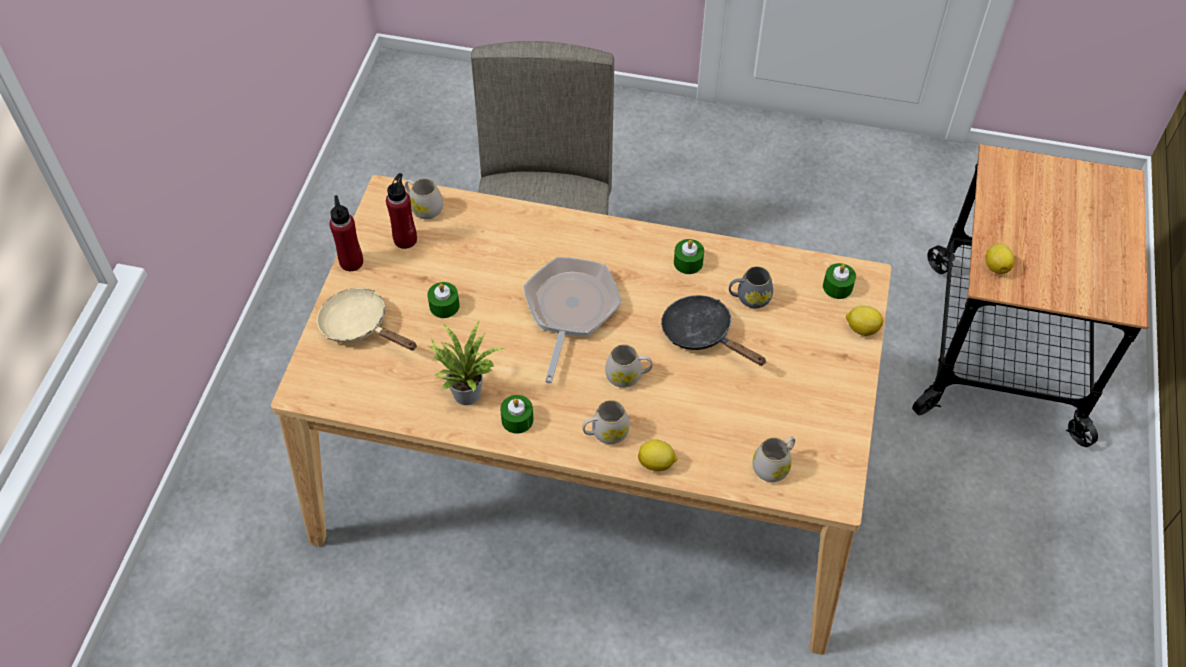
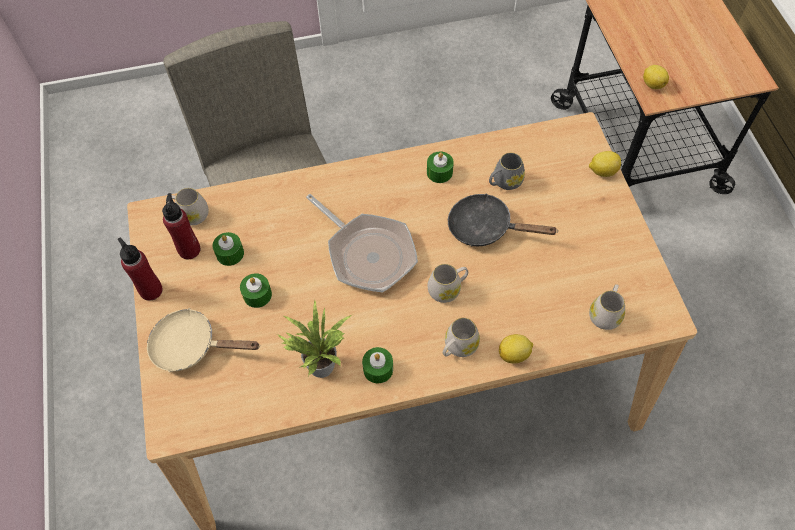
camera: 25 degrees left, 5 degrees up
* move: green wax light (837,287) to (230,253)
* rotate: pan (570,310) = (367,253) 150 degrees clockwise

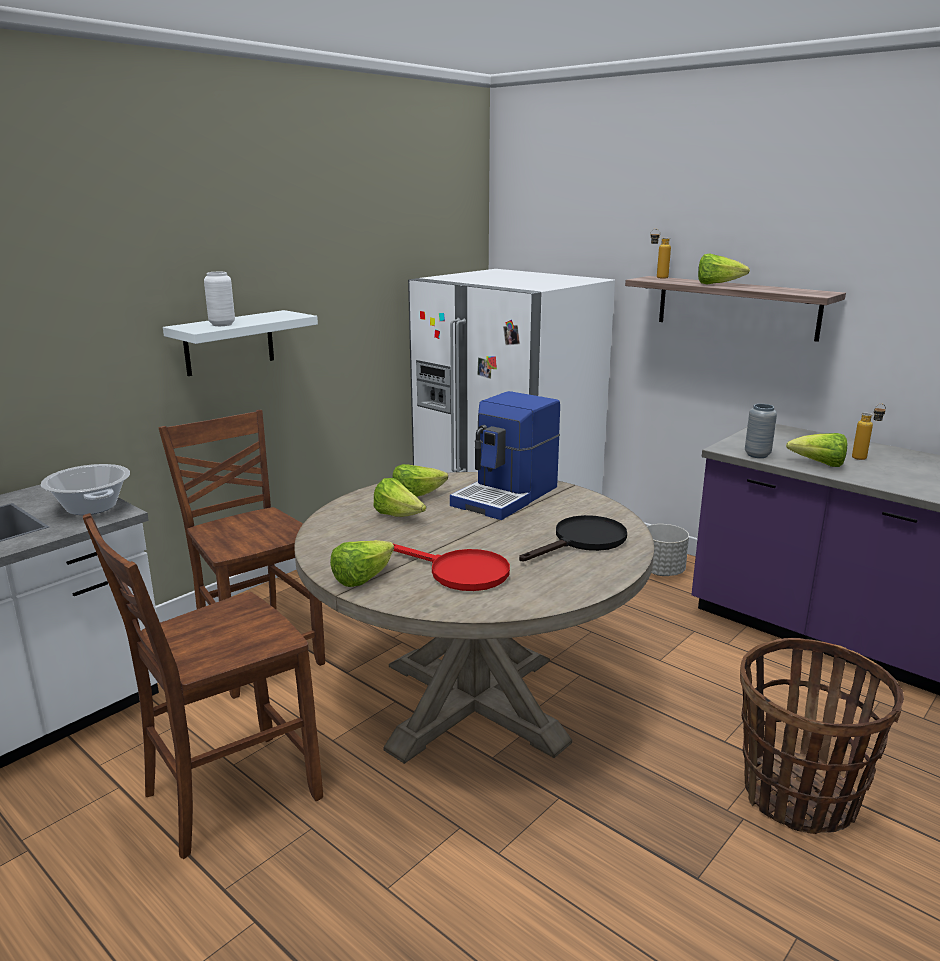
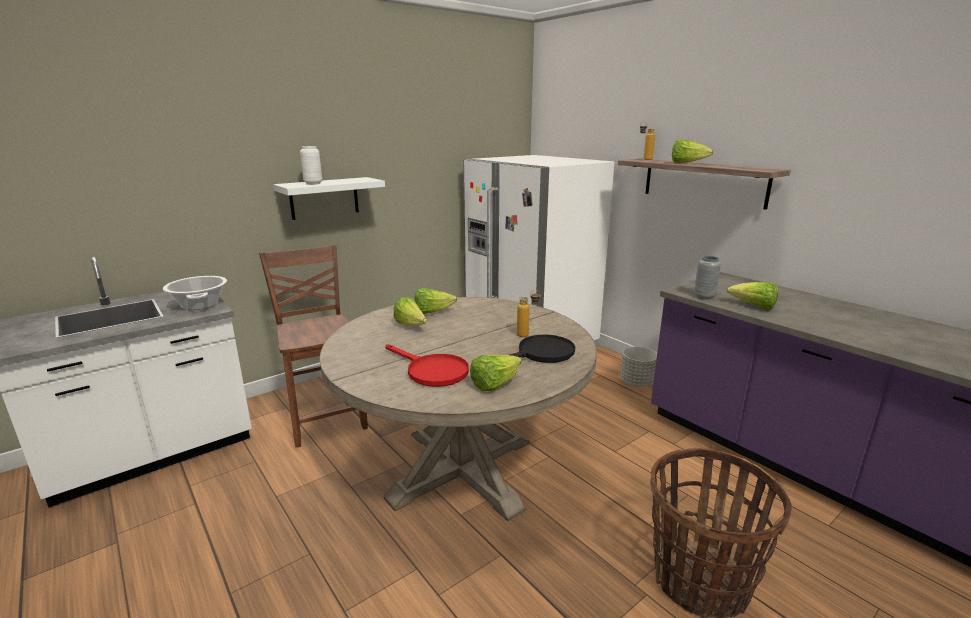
camera: 10 degrees right, 0 degrees up
* delete: brown-coloured chair (227,795)
* delete: coffee brewer (507,496)
* move: lettuce (362,578) to (494,385)
* move: beverage bottle (864,457) to (527,335)

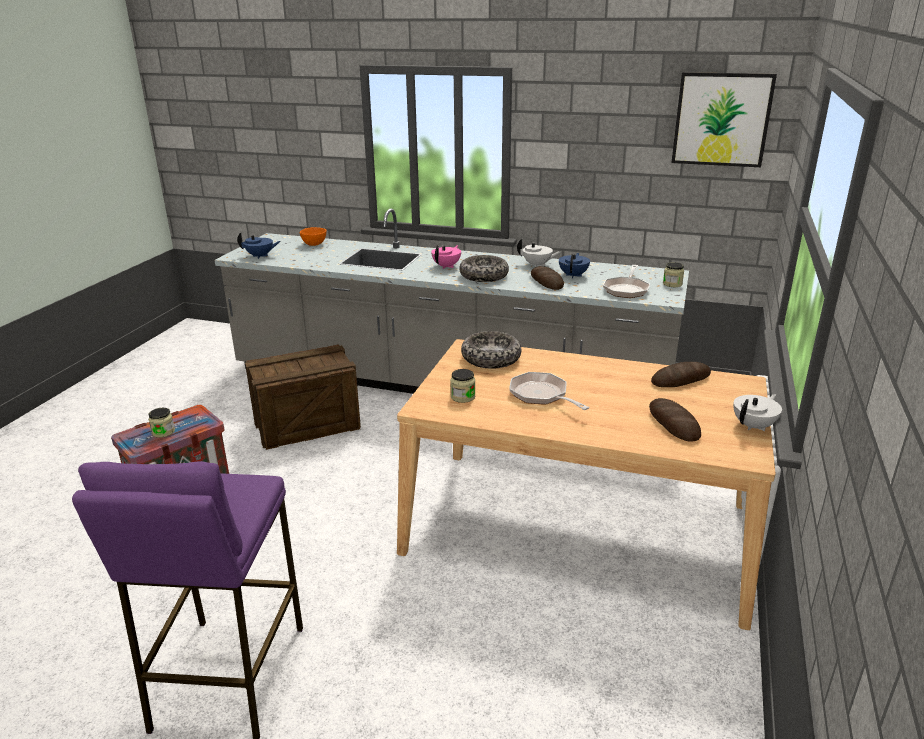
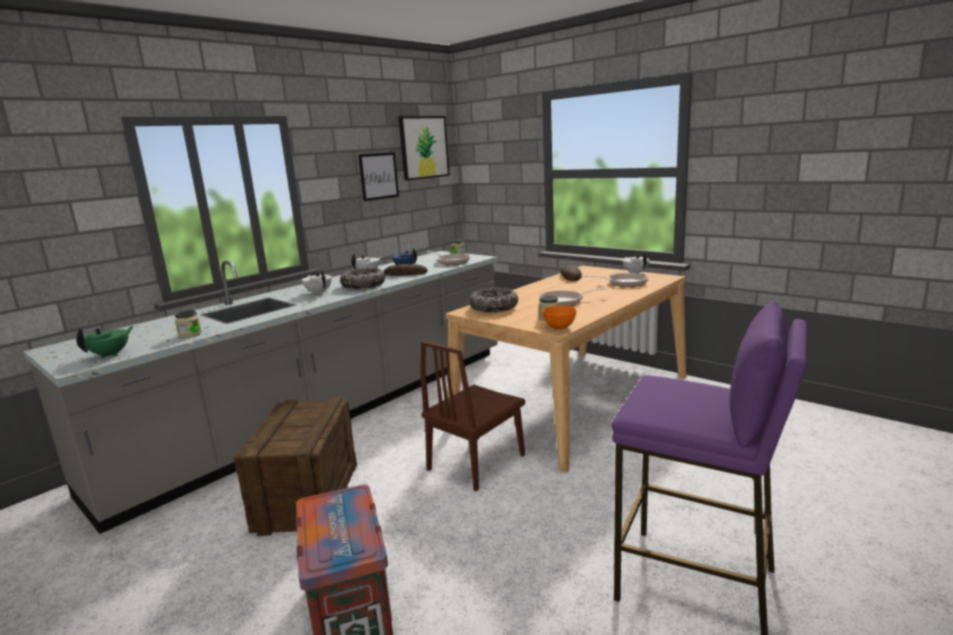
camera: 65 degrees left, 10 degrees down
* insert: wall art (379,176)
* insert: brown-coloured chair (476,462)
* move: preserve jar (163,432) to (190,334)
* move: orangey deep dish (314,244) to (559,327)
* replace: bread (673,423) to pan (623,283)
* recolor: bluish teapot (260,256) to green teapot (111,354)
* recolor: pink-coloured teapot (447,266) to white-coloured teapot (319,292)

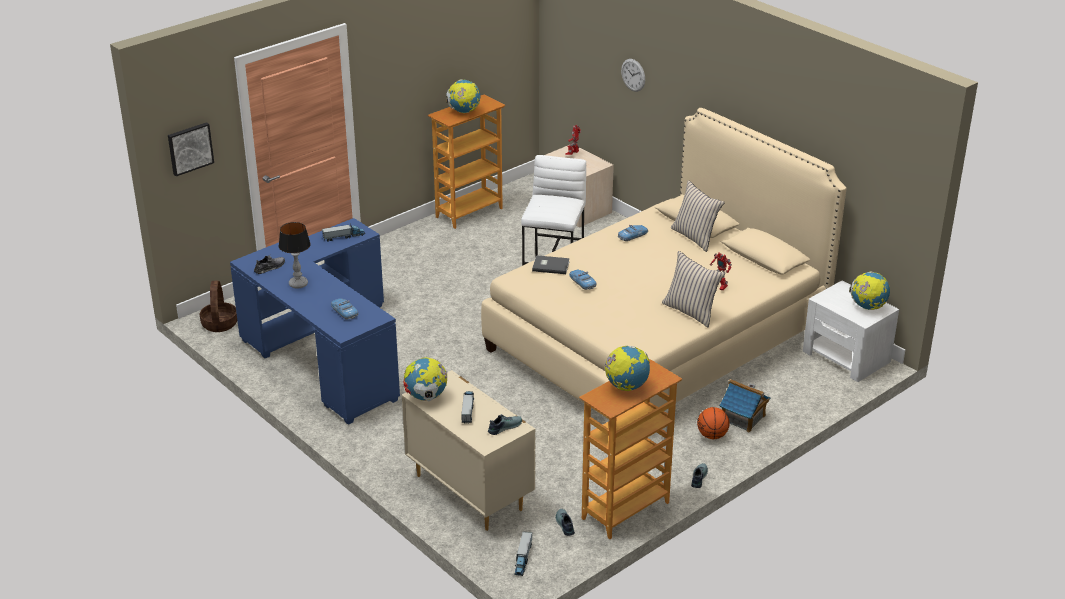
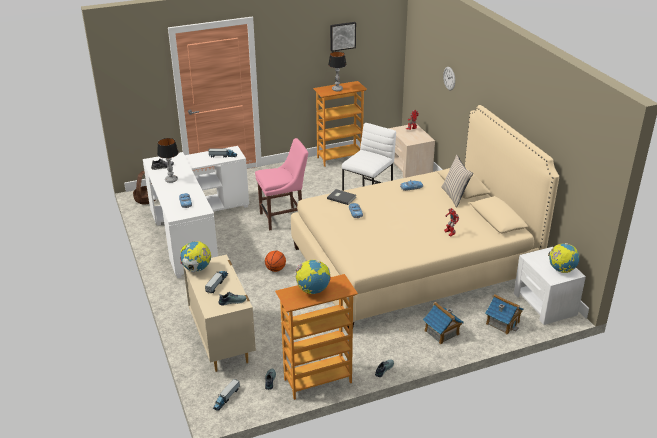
camera: 20 degrees right, 0 degrees up
* delete: beige-coloured throw pillow (691,311)
* insert: pink-coloured chair (284,218)
* insert: miniature house (502,322)
* move: wall art (190,148) to (342,36)
* move: ball for basketball (712,436) to (275,269)
* replace: globe (464,111) to table lamp (337,89)
* recolor: bluish desk unit (323,353) to white-coloured desk unit (193,229)

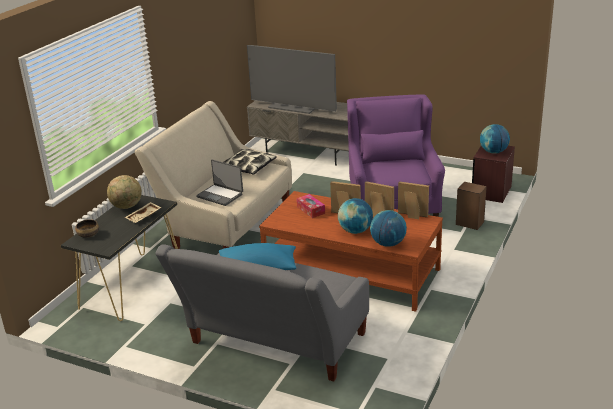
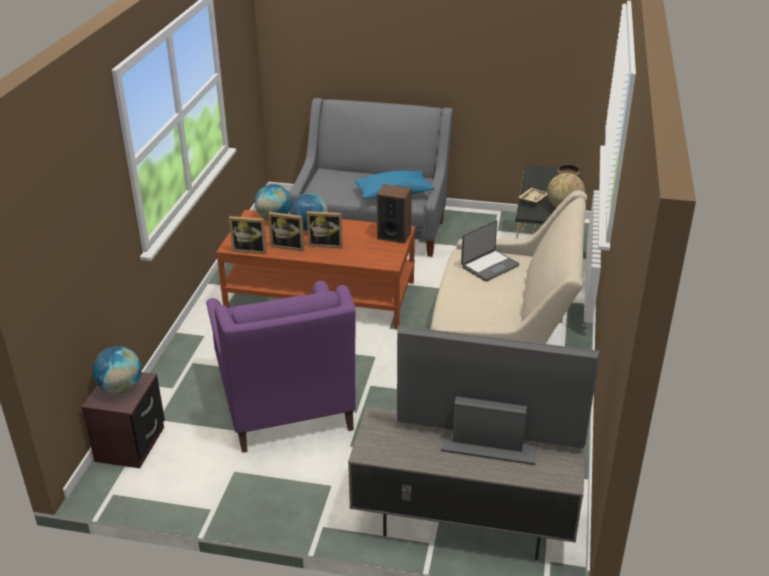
camera: 165 degrees right, 5 degrees up
* delete: throw pillow (248,167)
* delete: tissue box (311,210)
* move: speaker (469,223) to (394,235)
* rotate: notebook computer (220,195) = (489,266) 120 degrees clockwise

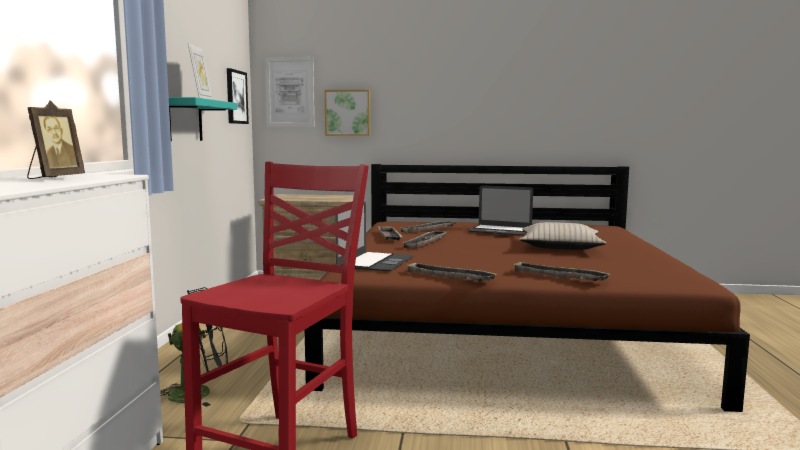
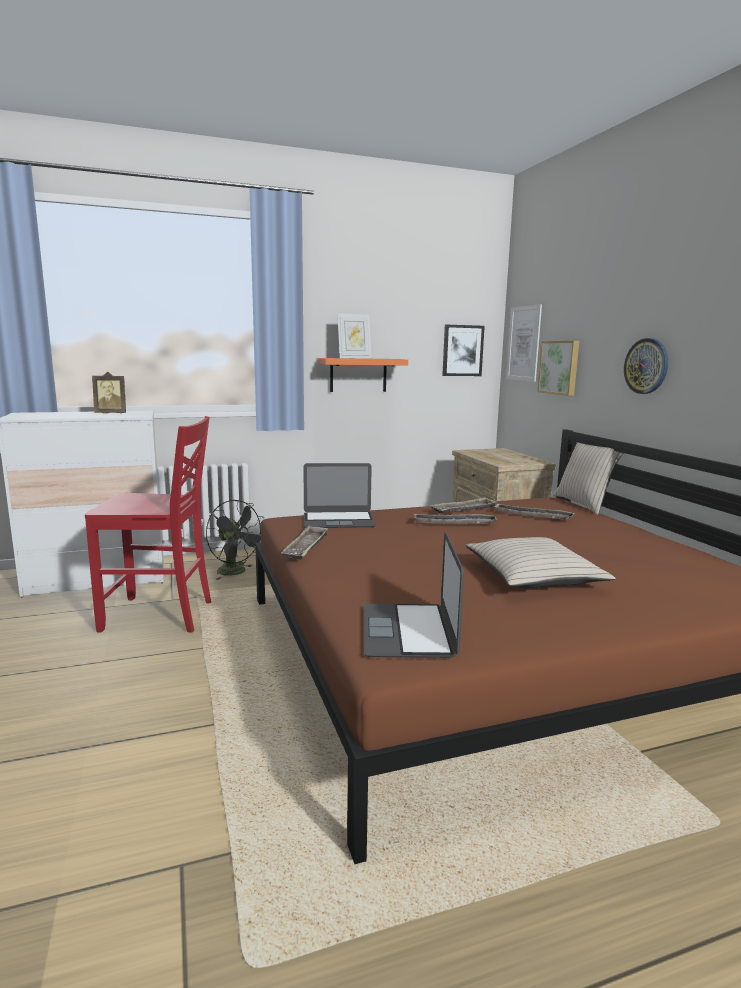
camera: 65 degrees right, 5 degrees up
* delete: serving tray (558,277)
* insert: beige-coloured throw pillow (584,504)
* insert: clock on the wall (646,366)
* move: notebook computer (499,230) to (408,630)
* recolor: turquoise shelf (184,120) to orangey shelf (358,375)

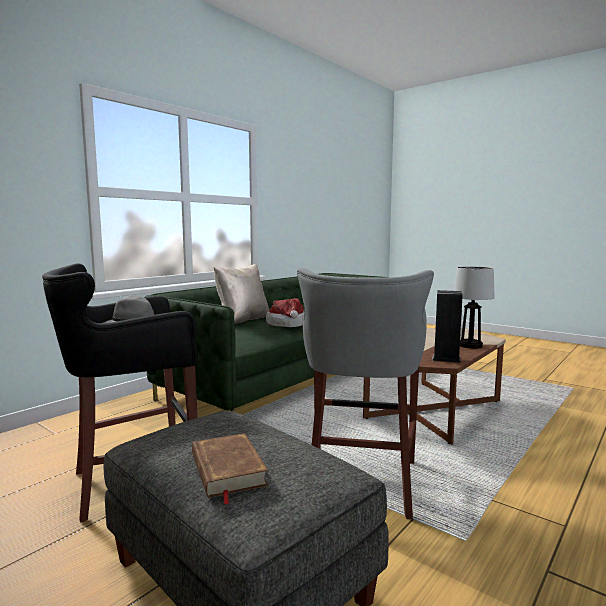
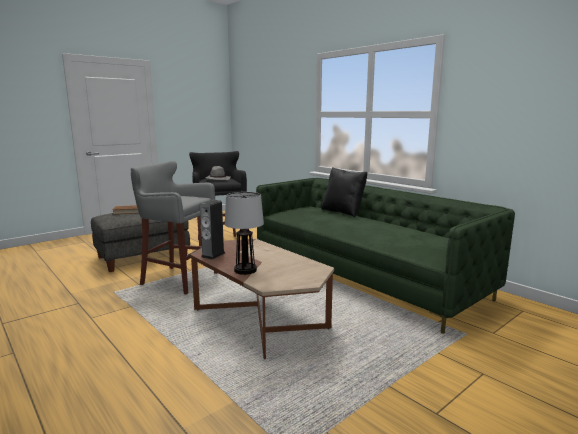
camera: 100 degrees right, 5 degrees up
* delete: wearable hat (287,324)
* recolor: beige-coloured throw pillow (242,320) to black throw pillow (343,212)

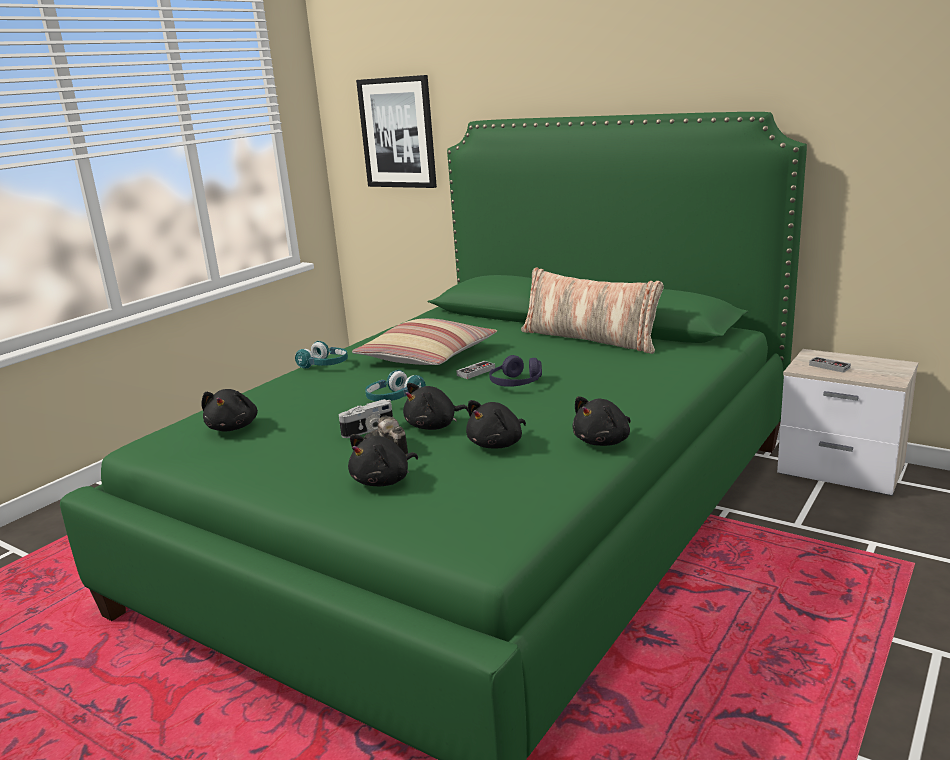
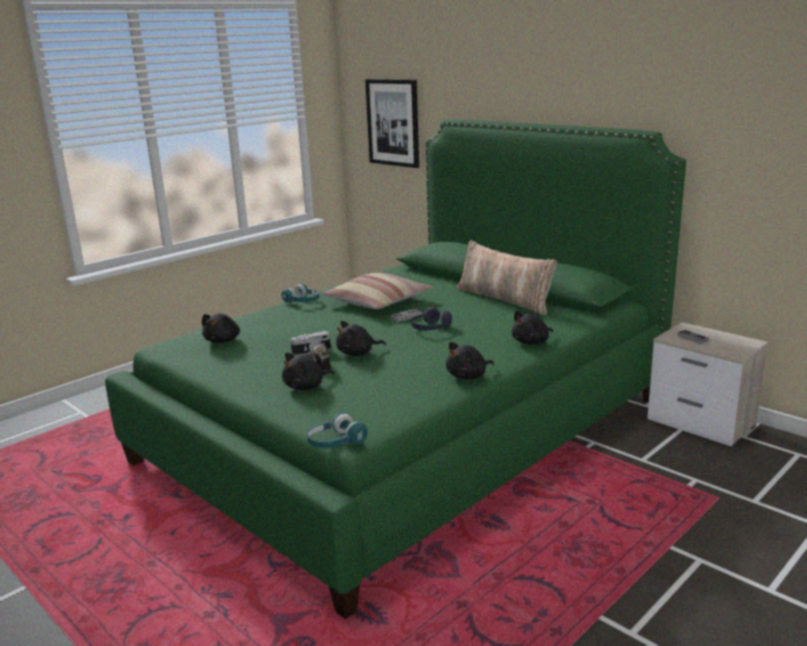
camera: 10 degrees right, 0 degrees up
* move: turquoise headphones (393,399) to (335,443)
* move: black plush toy (497,444) to (532,342)

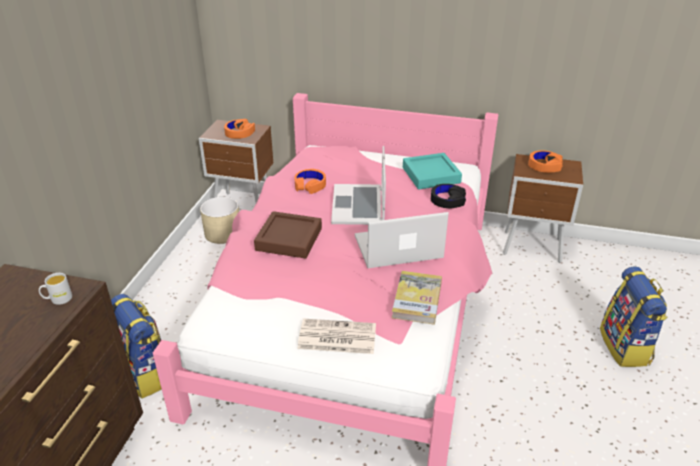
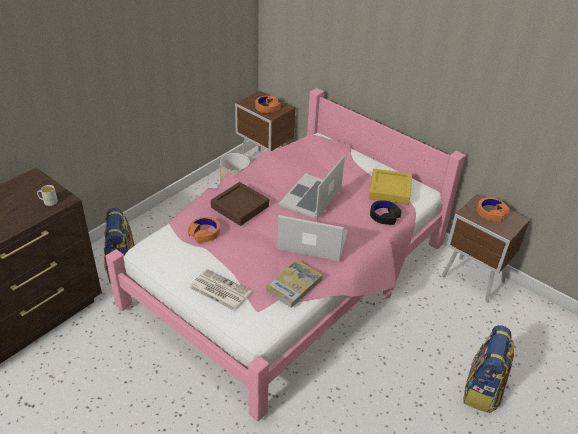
camera: 25 degrees right, 5 degrees up
* move: orangey headphones (310,185) to (204,233)
* recolor: turquoise serving tray (431,175) to yellow serving tray (390,190)

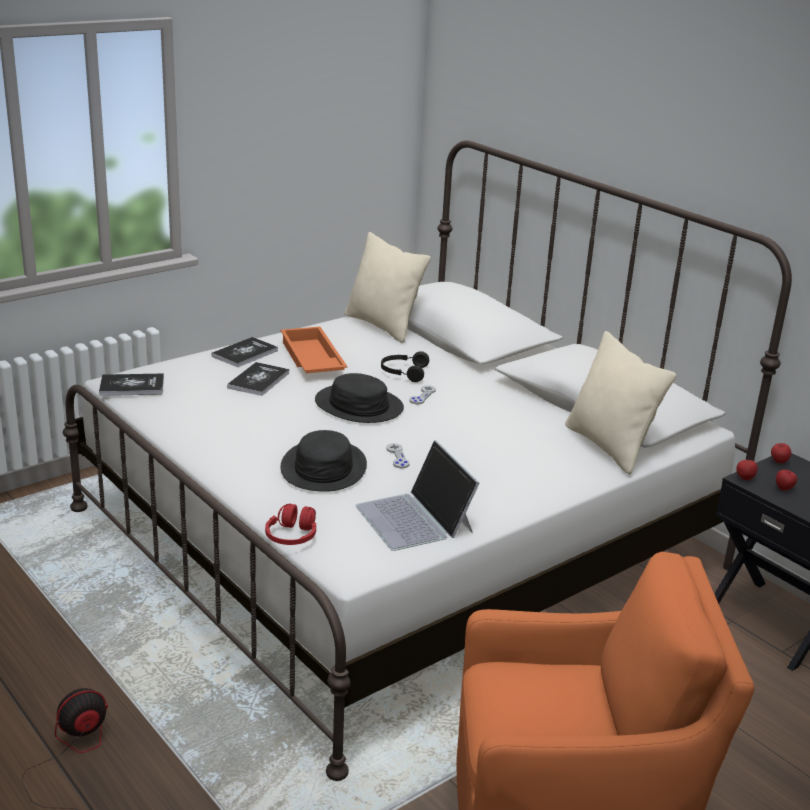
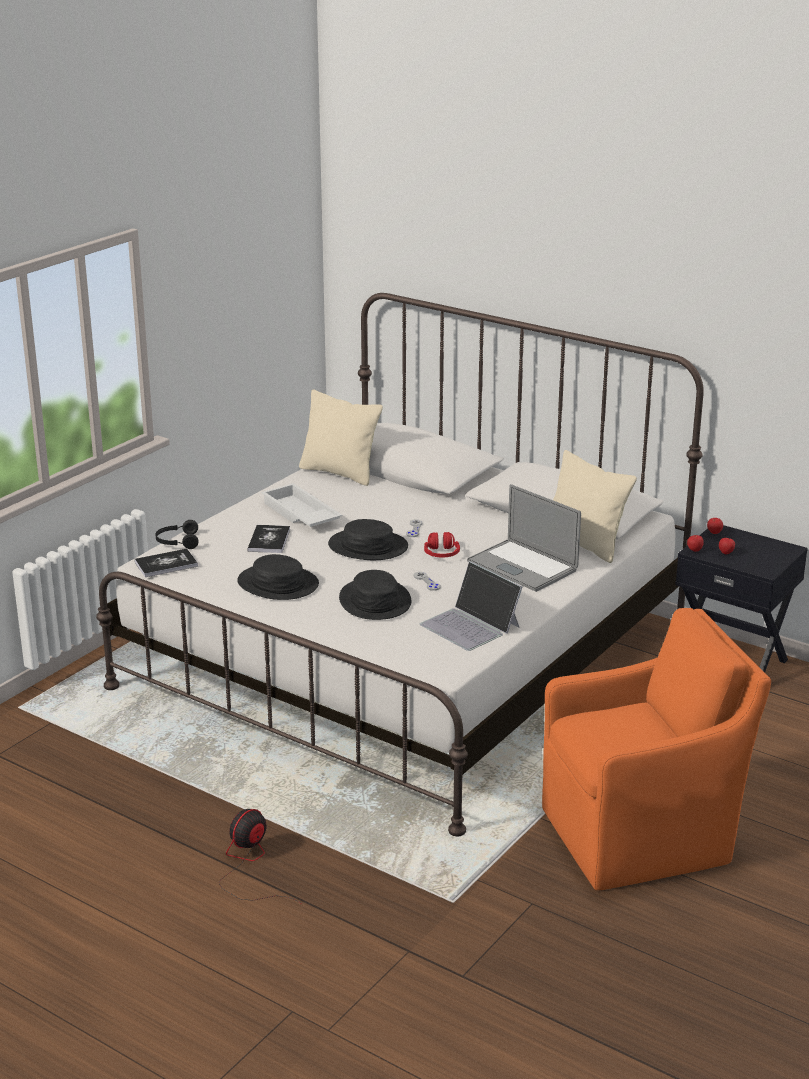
camera: 15 degrees left, 0 degrees up
* delete: book (245,353)
* insert: black wearable hat (278,584)
* insert: notebook computer (522,566)
* move: reddish headphones (292,536) to (441,554)
* move: black headphones (403,372) to (177,542)
* recolor: orangey serving tray (310,360) to white-coloured serving tray (299,514)

